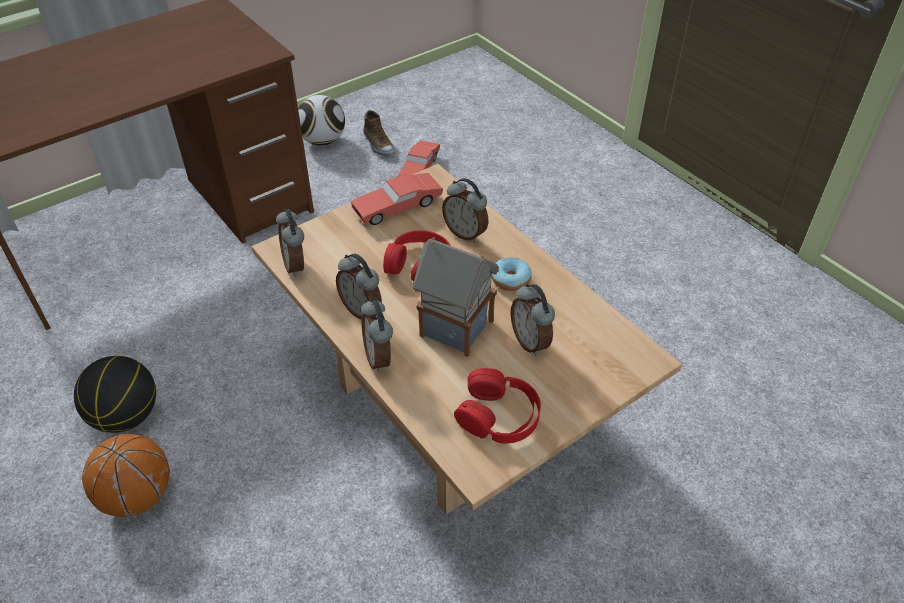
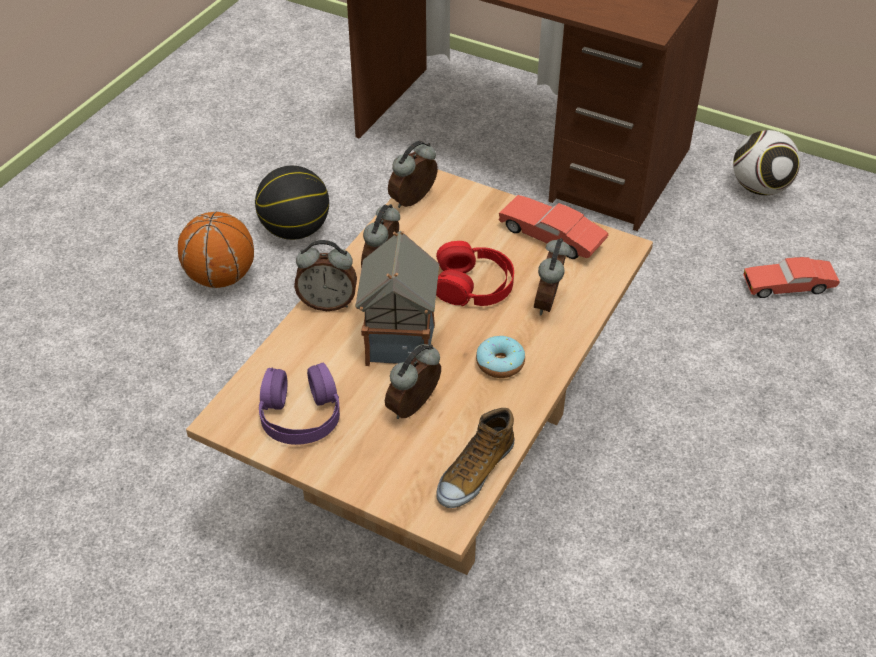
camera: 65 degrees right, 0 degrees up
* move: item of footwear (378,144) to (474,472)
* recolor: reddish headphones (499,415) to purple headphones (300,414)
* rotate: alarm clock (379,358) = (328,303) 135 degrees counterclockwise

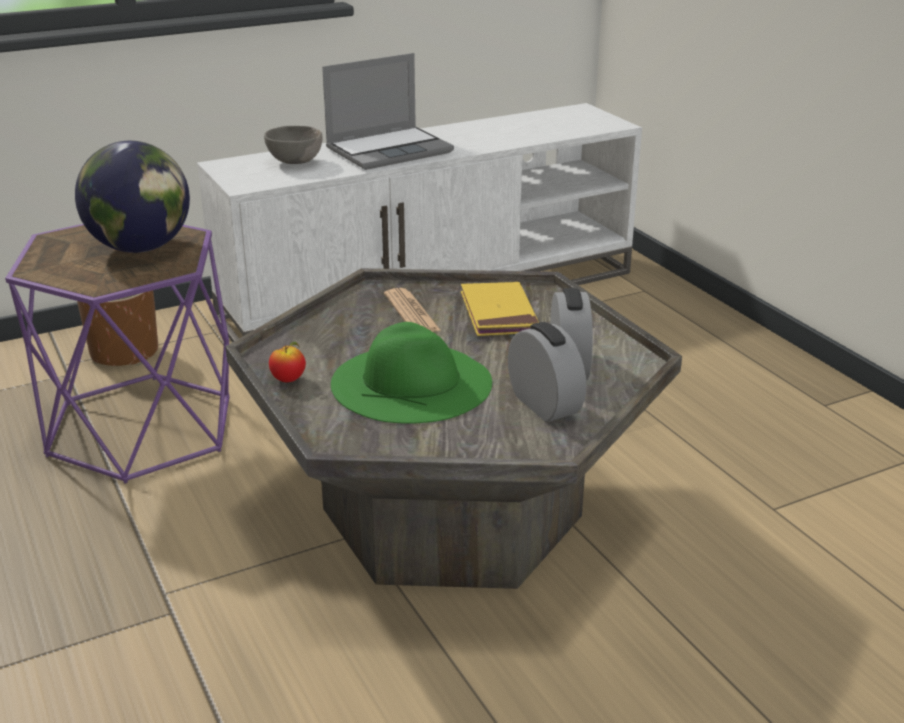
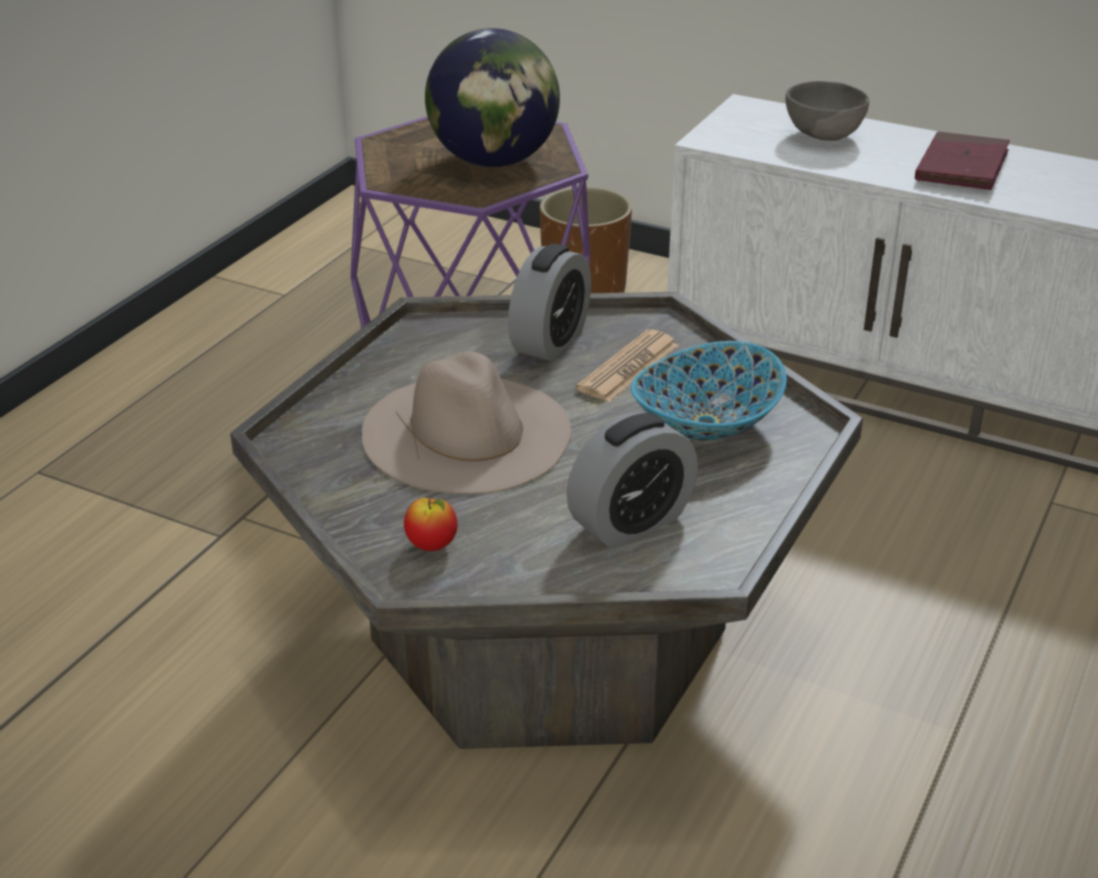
camera: 55 degrees right, 5 degrees up
* move: whole apple (288,380) to (432,546)
* move: alarm clock (544,404) to (550,341)
* replace: notebook computer (390,150) to reddish book (961,167)
* replace: yellow book (499,314) to deep dish (704,423)
* recolor: green wearable hat (411,382) to beige-coloured wearable hat (467,432)

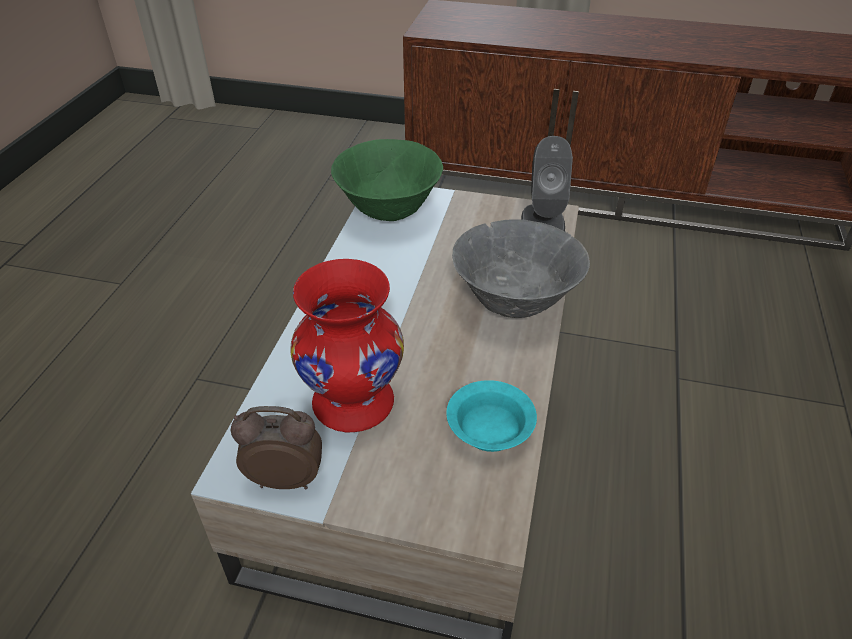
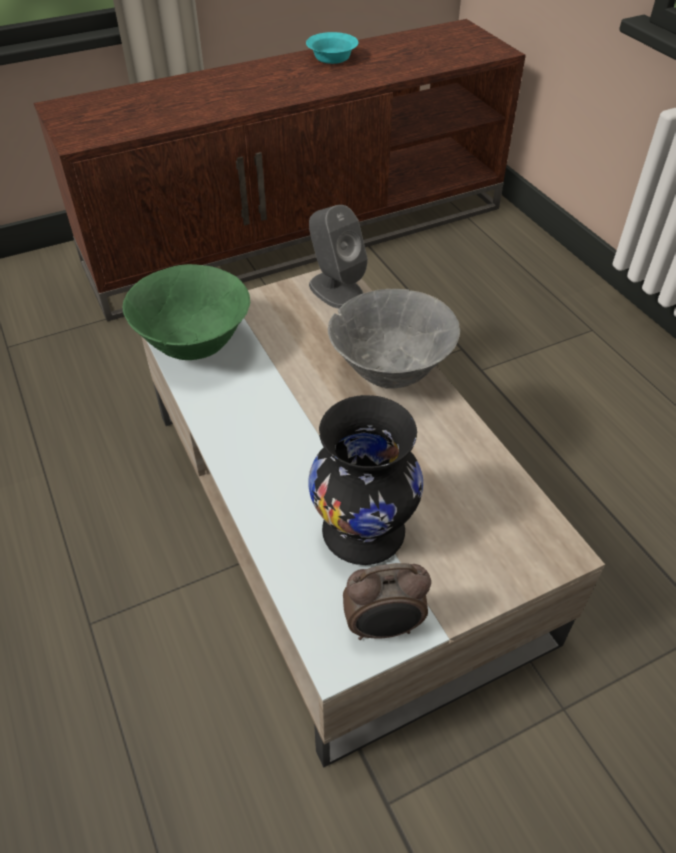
camera: 40 degrees left, 5 degrees up
* move: turquoise deep dish (490,428) to (331,57)
* recolor: reddish decorative vase (352,401) to black decorative vase (361,531)
* rotate: alarm clock (286,478) = (384,628) 150 degrees counterclockwise

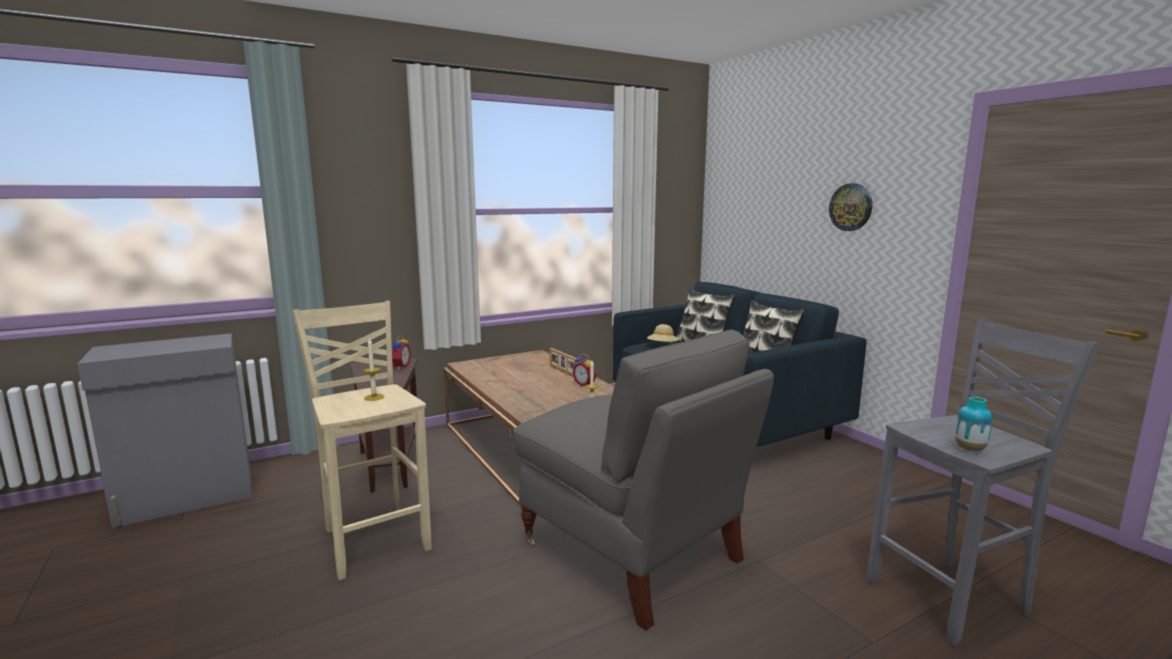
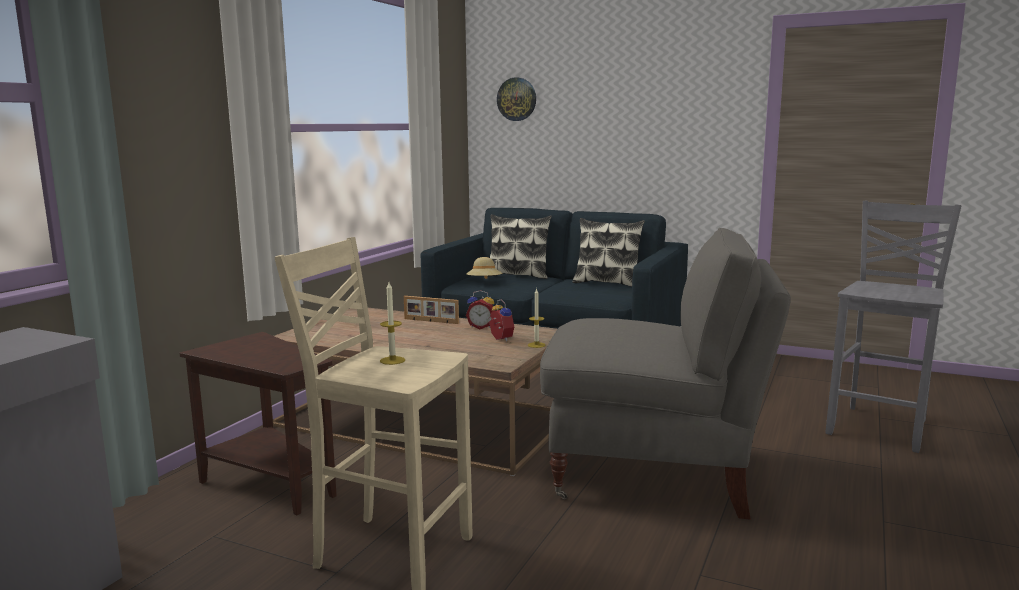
camera: 35 degrees left, 0 degrees up
* delete: decorative vase (970,449)
* move: alarm clock (400,367) to (499,339)
* move: clock on the wall (851,207) to (516,99)

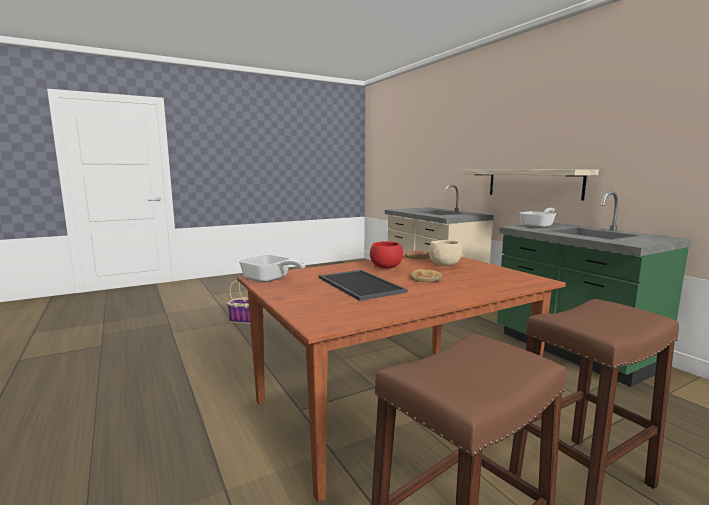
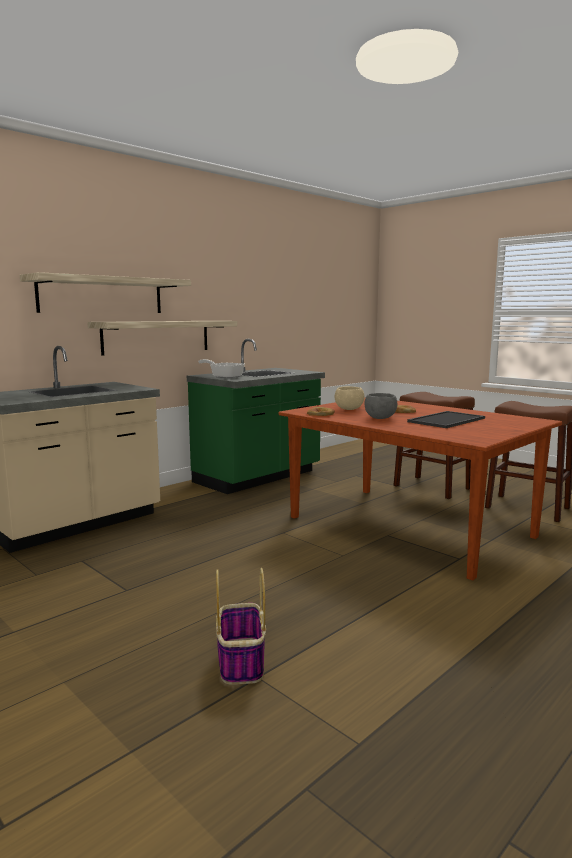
camera: 105 degrees left, 0 degrees up
* delete: pan (269,279)
* insert: shelf (102,295)
* recolor: reddish deep dish (385,268) to greyish deep dish (380,418)

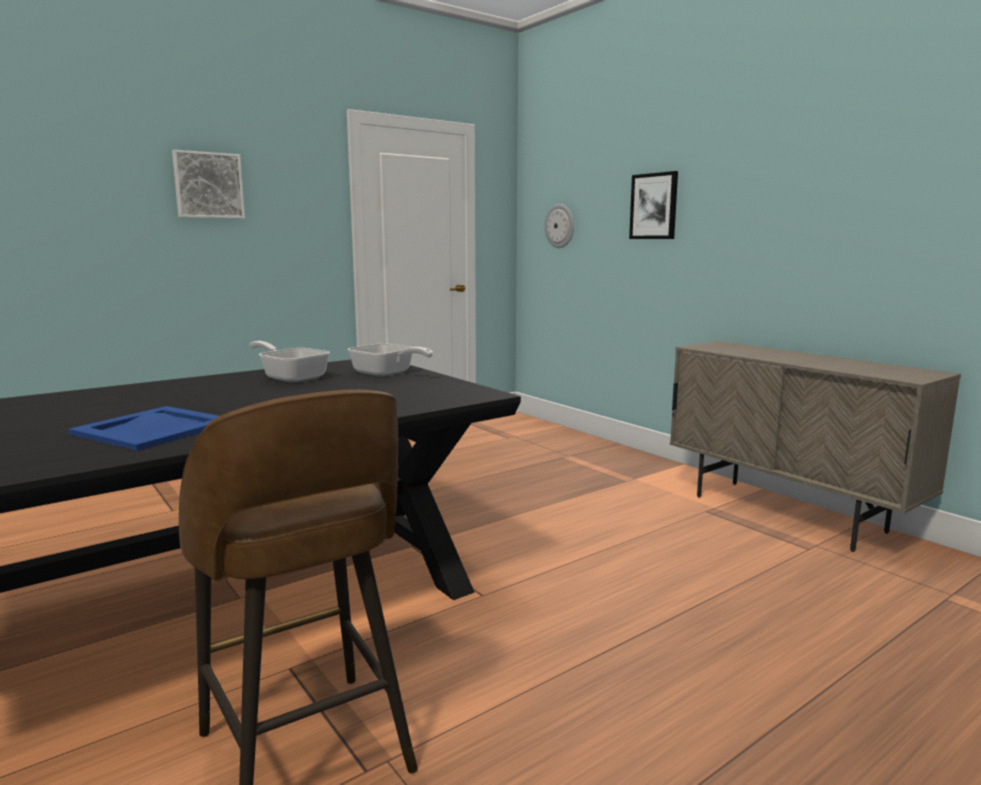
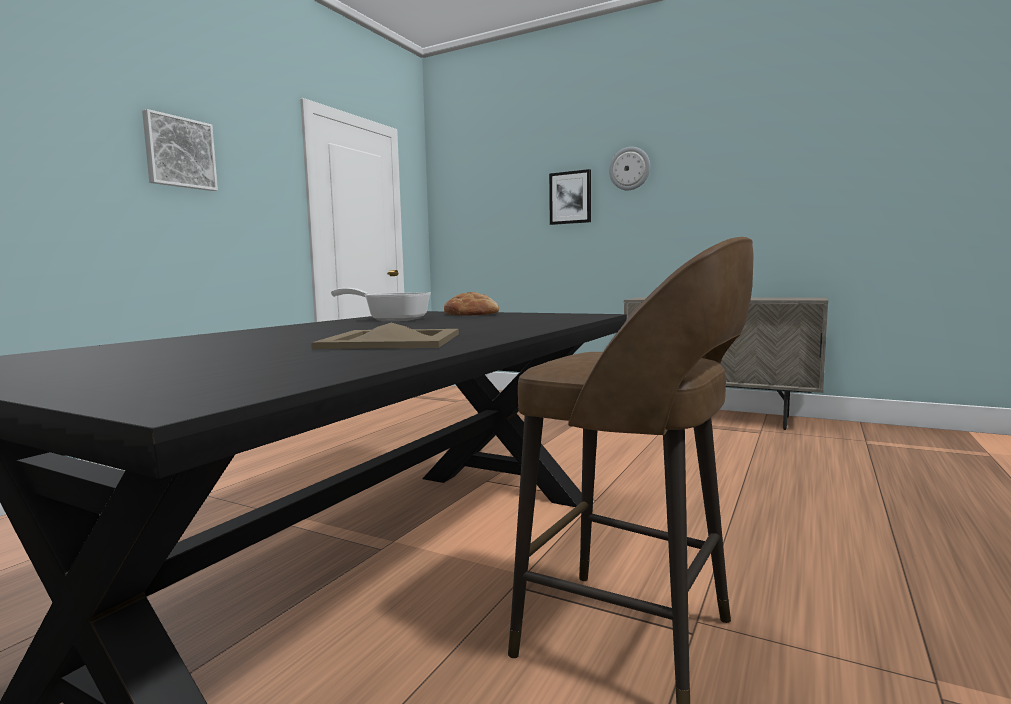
camera: 25 degrees left, 5 degrees down
* move: clock on the wall (560,226) to (629,168)
* replace: pan (387,374) to bread (472,314)
* recolor: bluish serving tray (153,429) to beige-coloured serving tray (392,341)

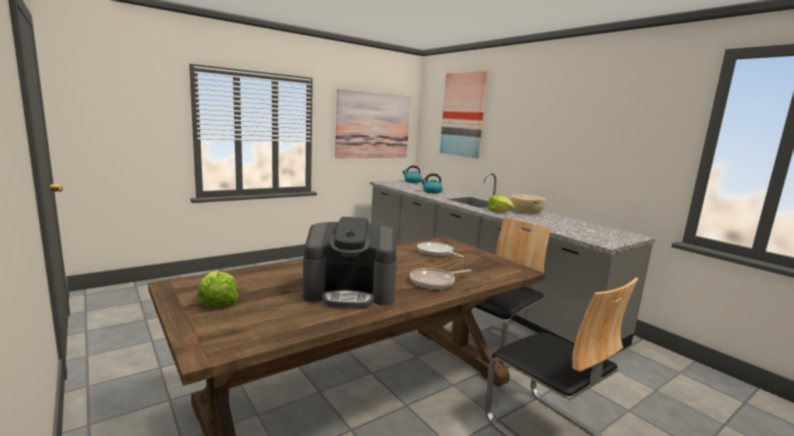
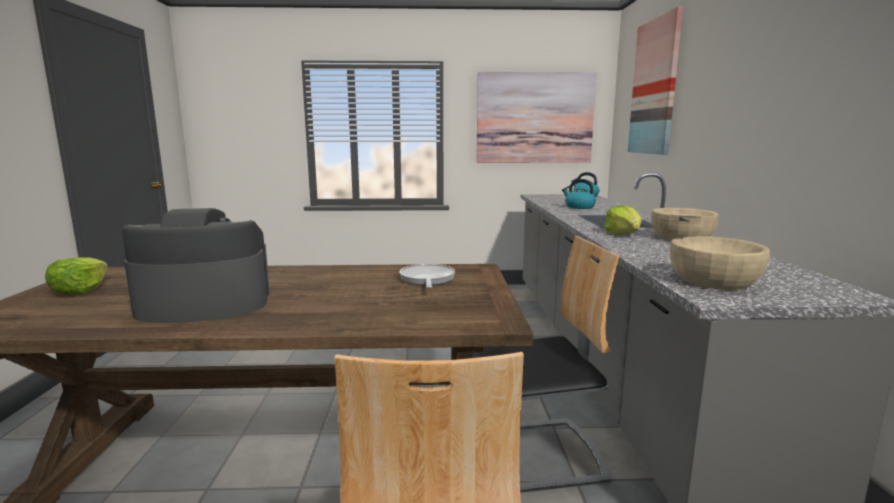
camera: 35 degrees right, 0 degrees up
* delete: pan (434,282)
* insert: beige-coloured deep dish (713,280)
* rotate: coffee brewer (350,292) = (204,304) 135 degrees clockwise

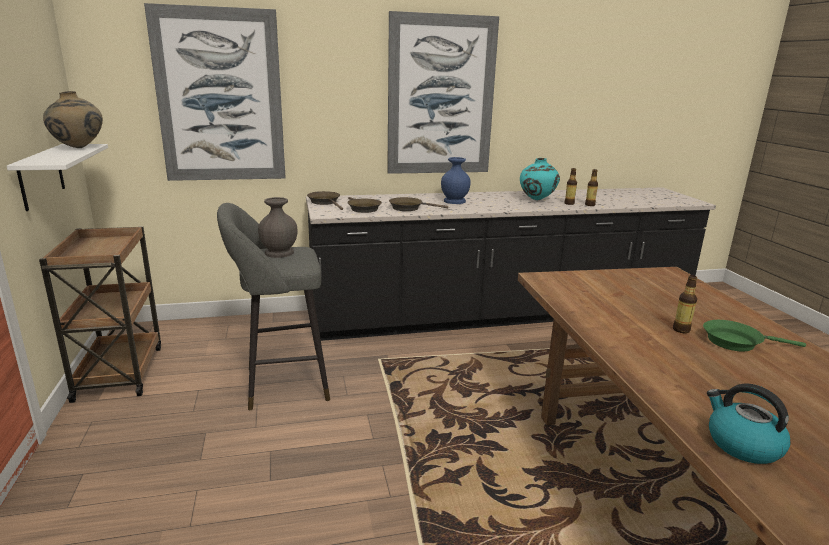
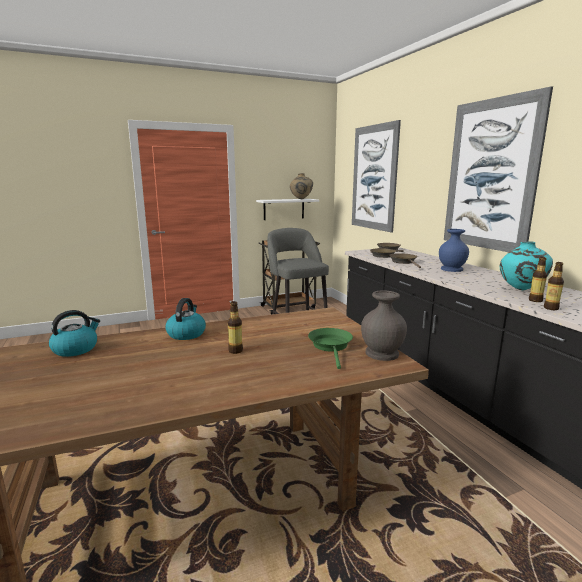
camera: 80 degrees right, 5 degrees down
* insert: tea kettle (186,333)
* move: greyish decorative vase (278,253) to (381,353)
* move: green pan (736,342) to (331,346)

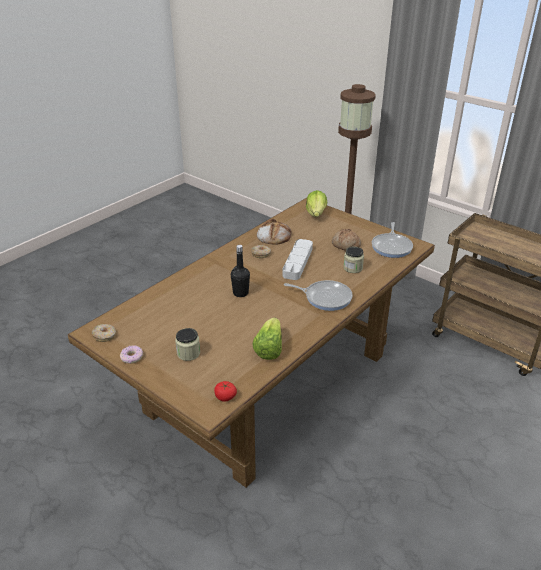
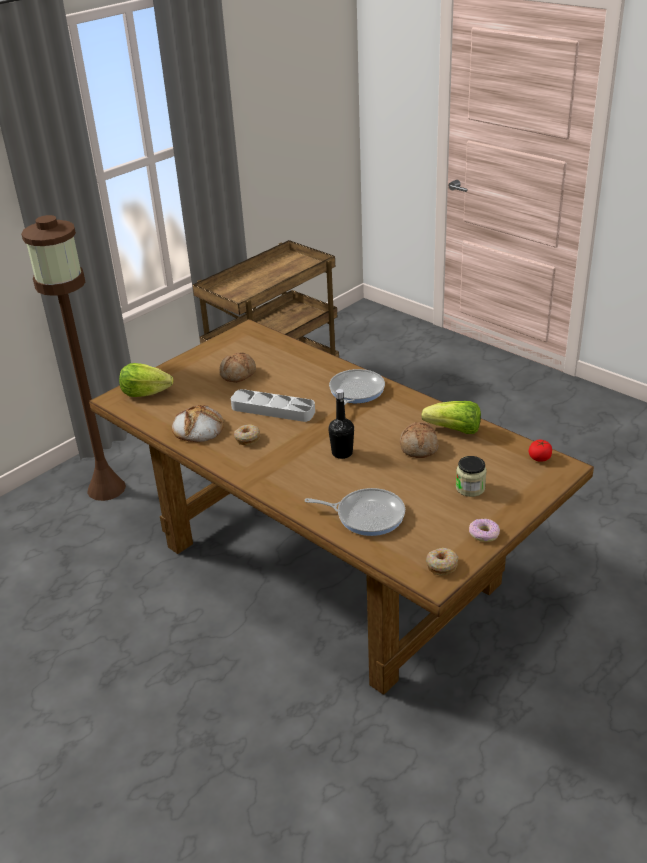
camera: 85 degrees left, 0 degrees up
* delete: preserve jar (353,268)
* insert: bread (419,447)
* move: pan (392,246) to (366,515)

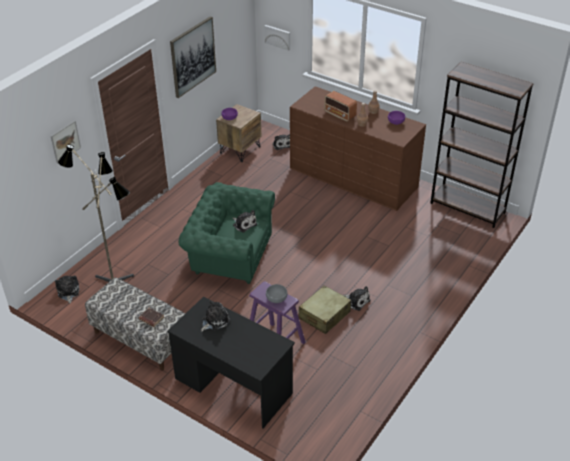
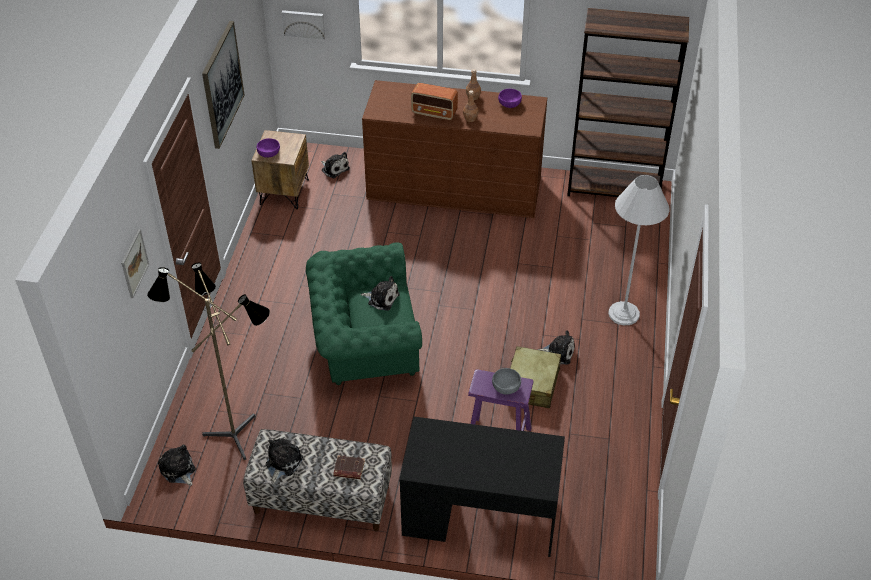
camera: 25 degrees left, 5 degrees up
* insert: white-coloured standard lamp (623,313)
* move: plush toy (214,320) to (282,463)

